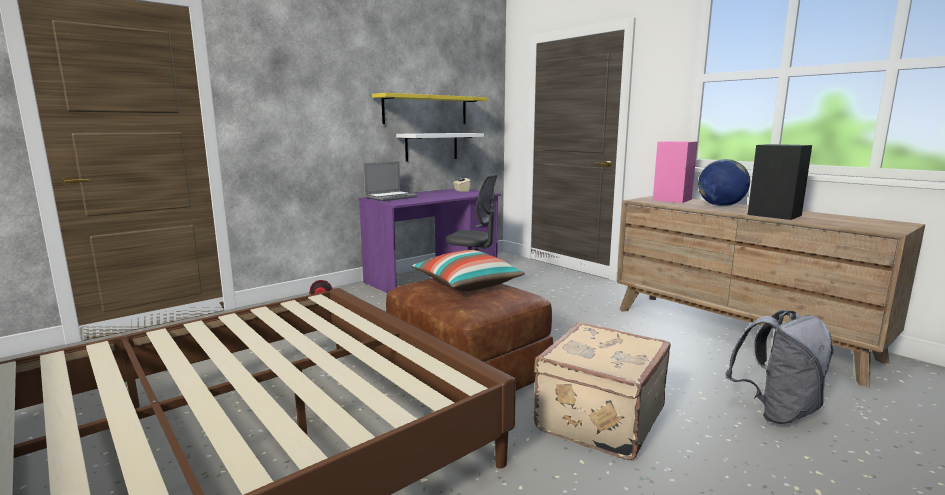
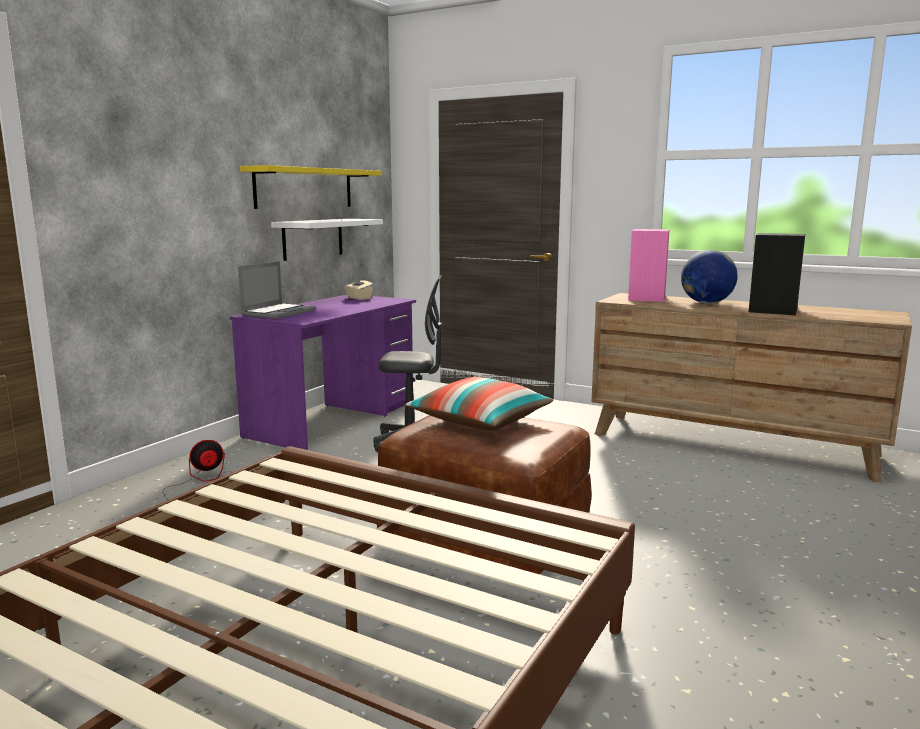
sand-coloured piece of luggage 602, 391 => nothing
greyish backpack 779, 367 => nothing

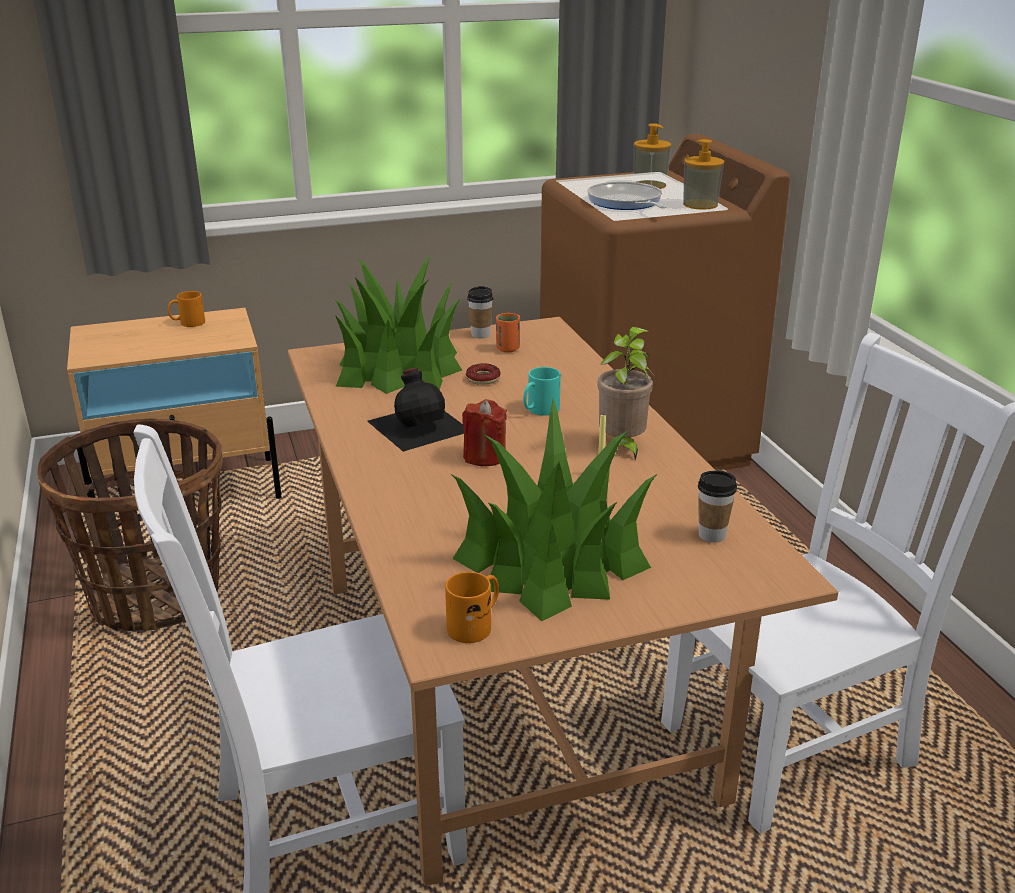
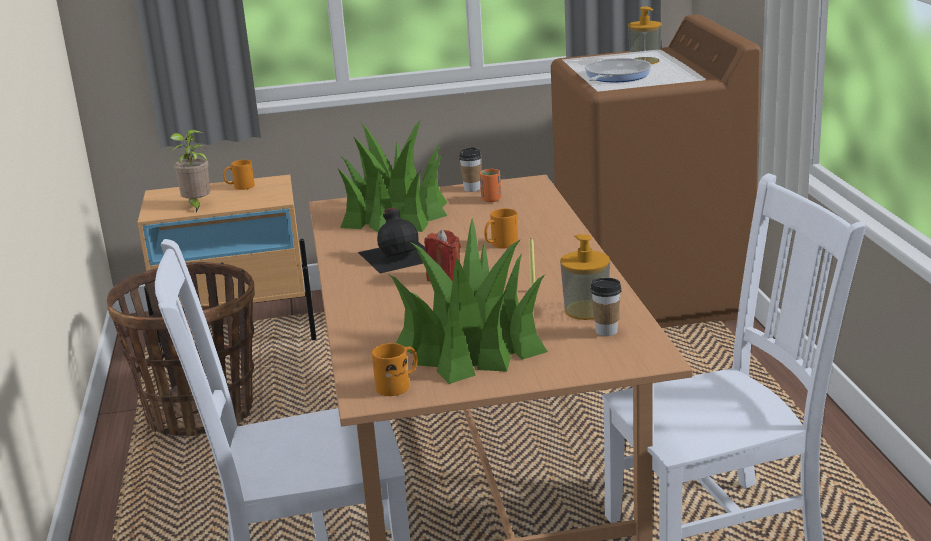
ring doughnut 483, 374 => nothing
potted plant 625, 393 => potted plant 189, 171, relocated
soap dispenser 703, 174 => soap dispenser 585, 277, relocated
turquoise-coloured mug 542, 391 => orange mug 501, 228
skillet 626, 195 => skillet 618, 70, 45 degrees clockwise

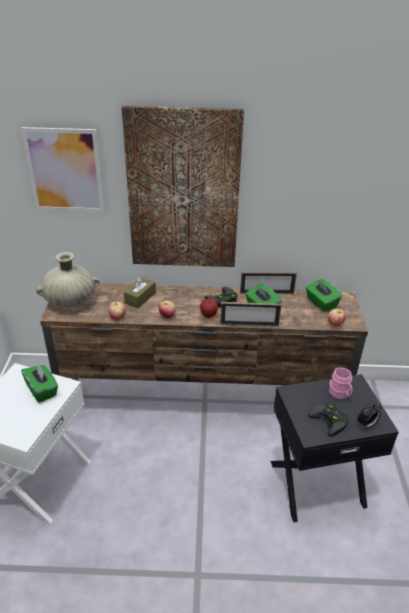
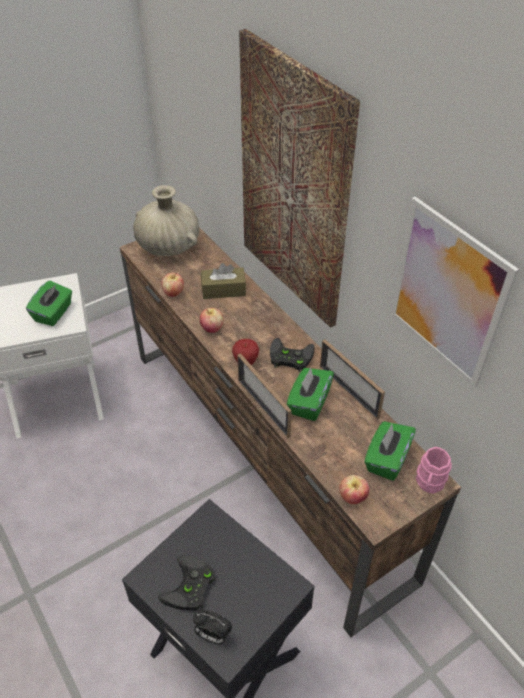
wall picture 63, 169 => wall picture 454, 292, relocated
pink mug 340, 383 => pink mug 434, 470, relocated

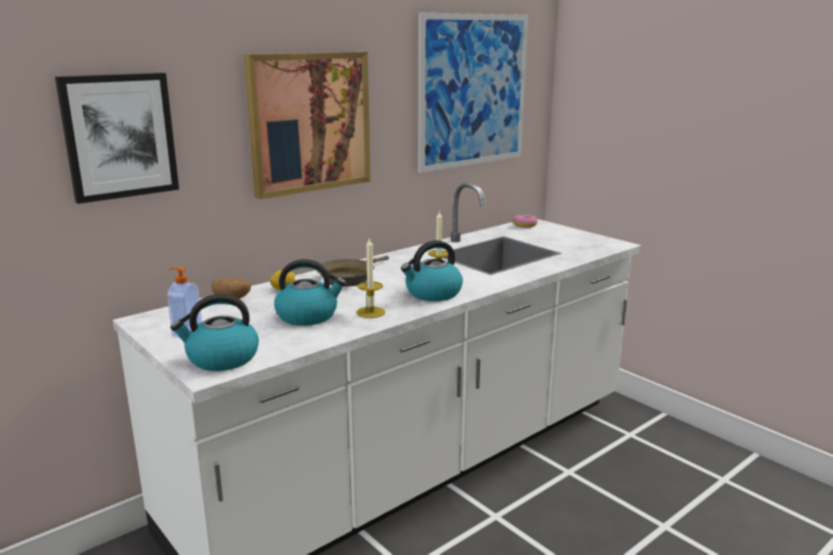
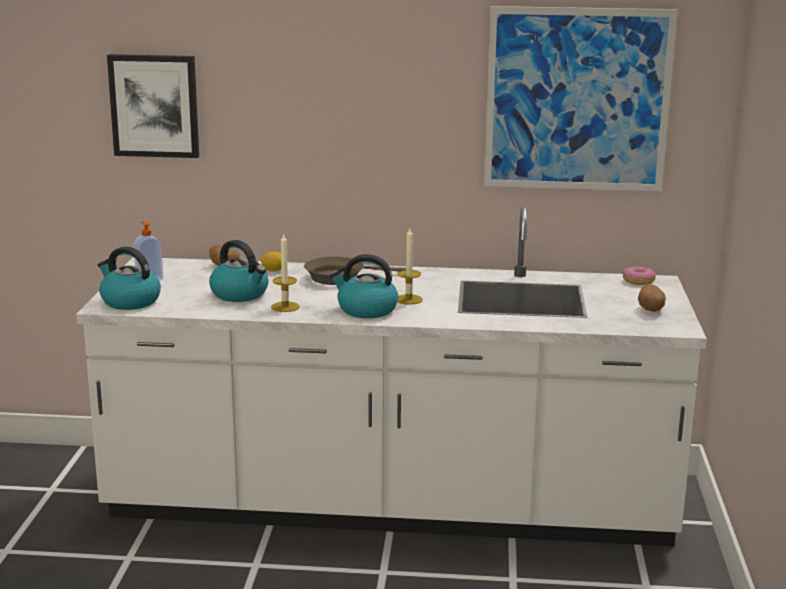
wall picture 307, 125 => nothing
nothing => whole potato 652, 298

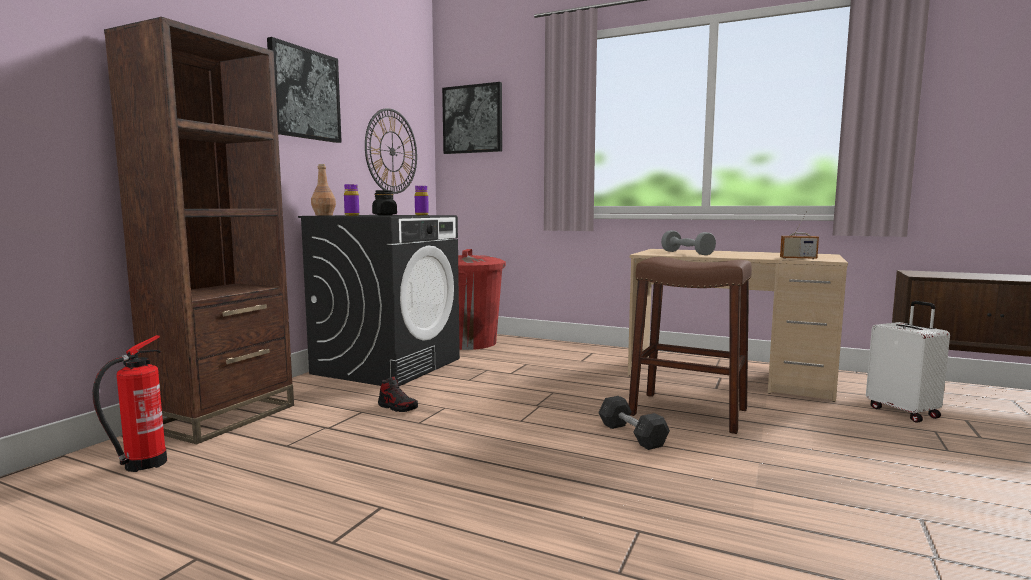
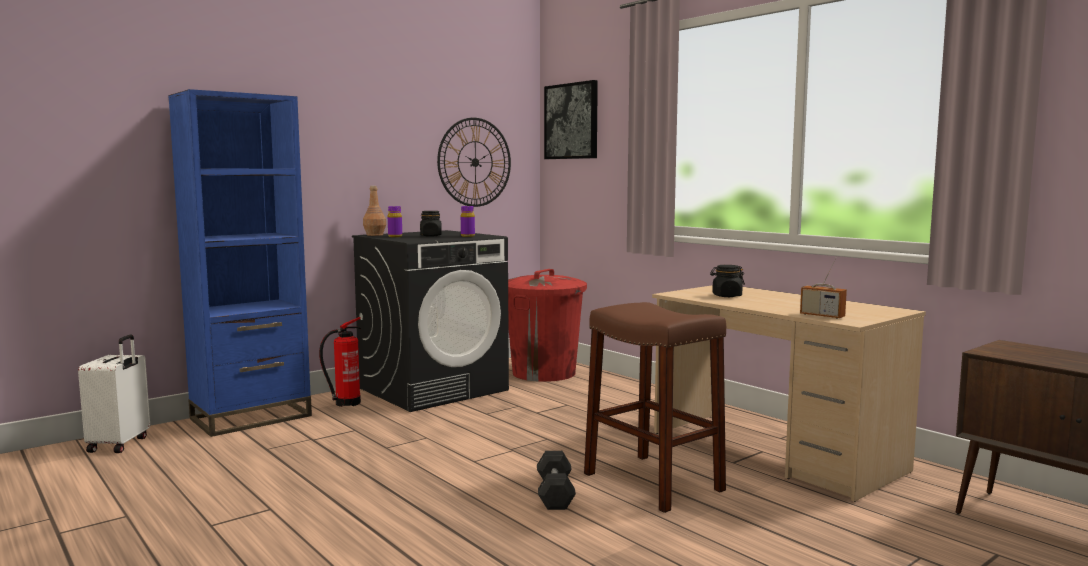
wall picture 304, 90 => nothing
item of footwear 398, 394 => nothing
extinguisher 129, 403 => extinguisher 340, 362, relocated
white piece of luggage 908, 362 => white piece of luggage 114, 393, relocated
greyish hand weight 688, 242 => black jar 727, 281
brown bookshelf 199, 230 => bluish bookshelf 240, 263

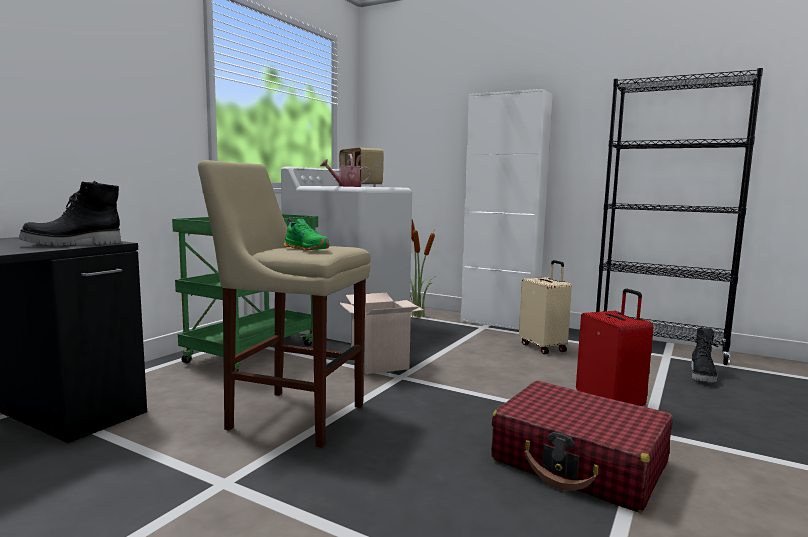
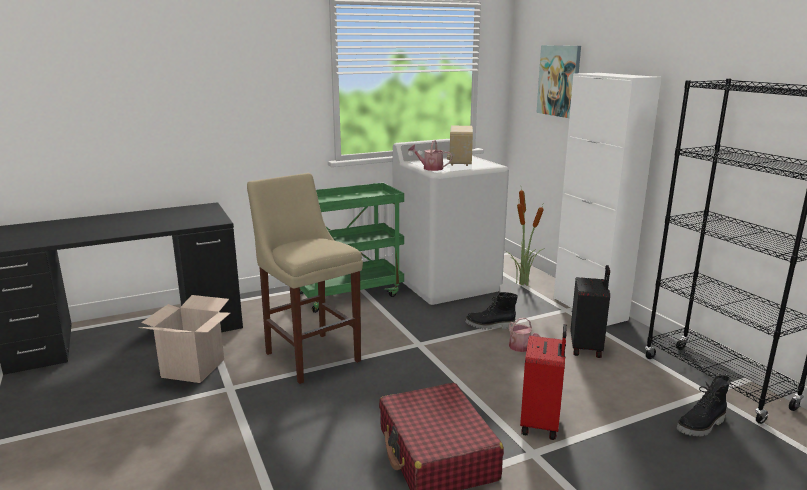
greenish item of footwear 307, 235 => nothing
nothing => watering pot 525, 334
nothing => wall picture 558, 81
black tall boot 70, 213 => black tall boot 491, 311, relocated
packing box 381, 333 => packing box 184, 339, relocated
sand-coloured piece of luggage 545, 307 => black piece of luggage 590, 311

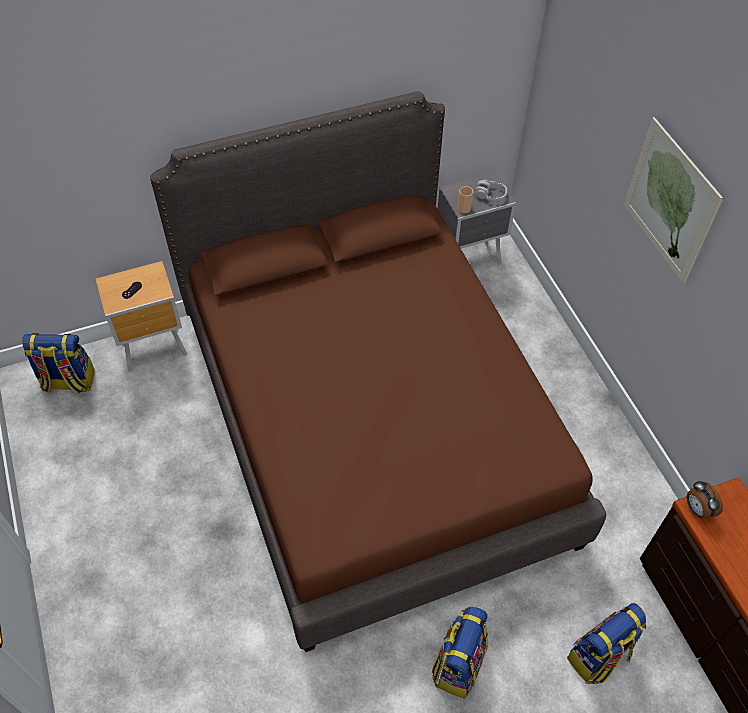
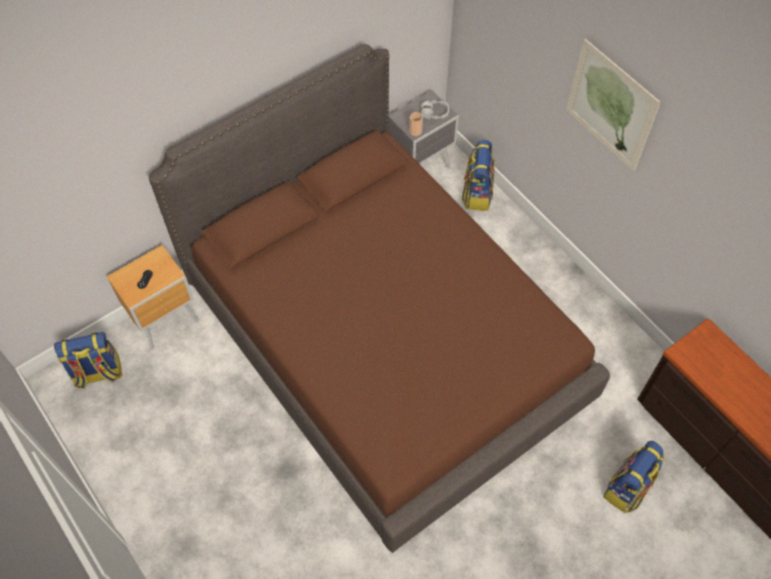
bedside clock 705, 500 => nothing
backpack 460, 653 => backpack 478, 175, relocated

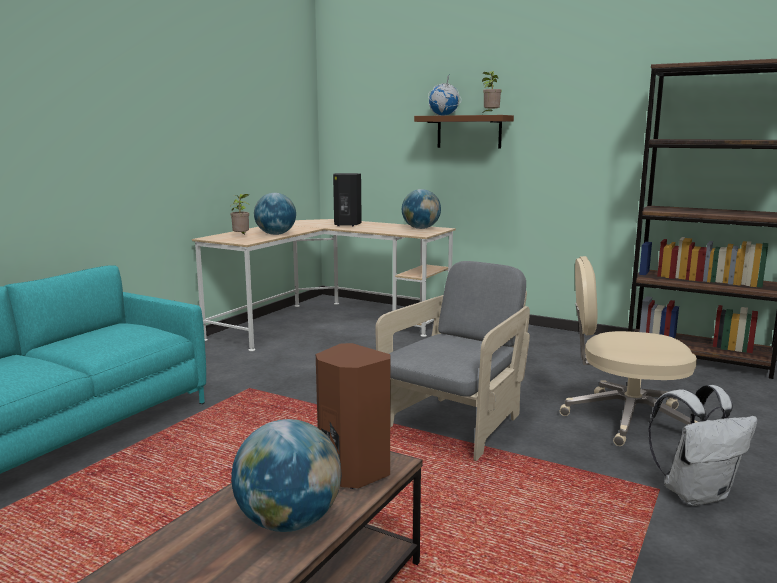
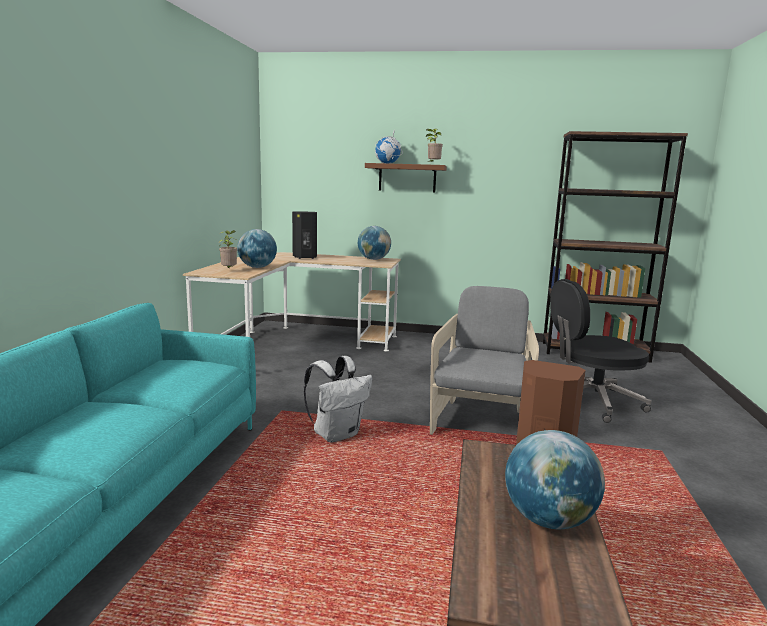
white backpack 703, 445 => white backpack 338, 399, relocated
sand-coloured desk chair 629, 351 => black desk chair 600, 351

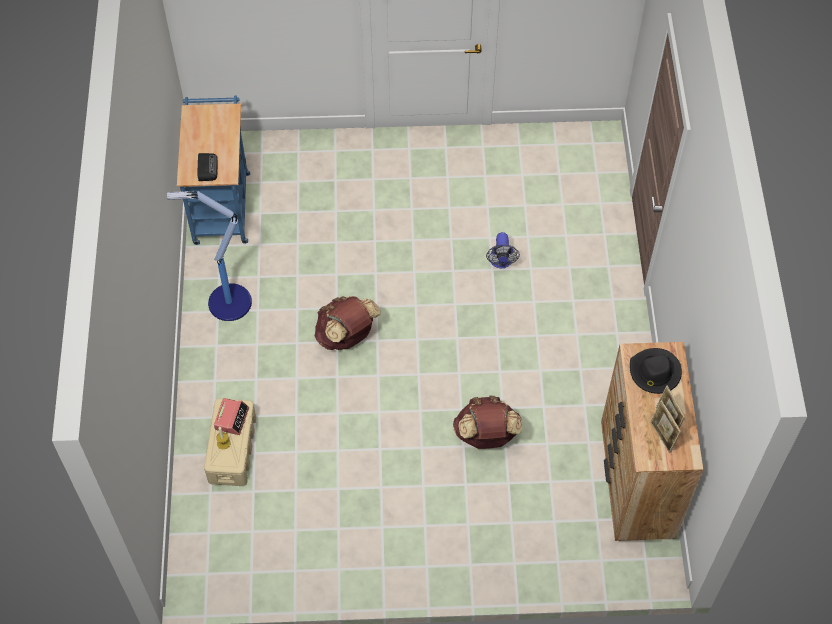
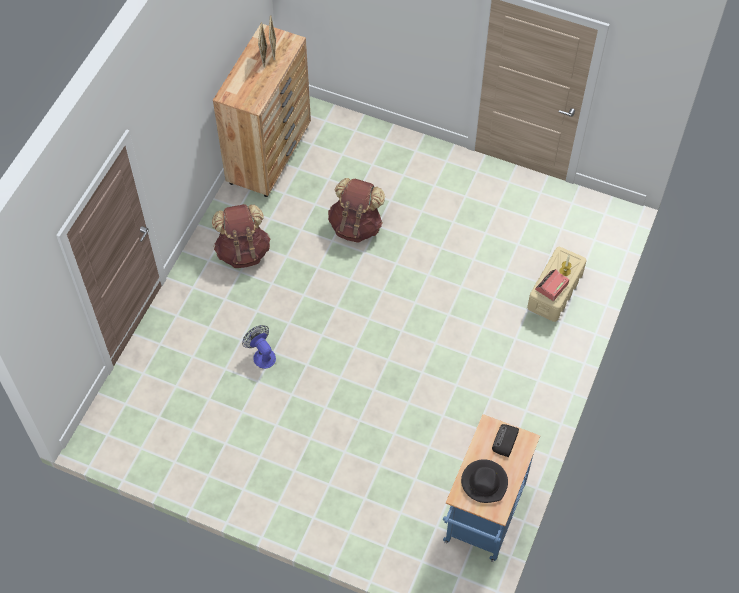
floor lamp 209, 256 => nothing
brown backpack 347, 323 => brown backpack 241, 236, relocated
black hat 656, 371 => black hat 484, 481, relocated
electric fan 503, 250 => electric fan 259, 347, 60 degrees counterclockwise

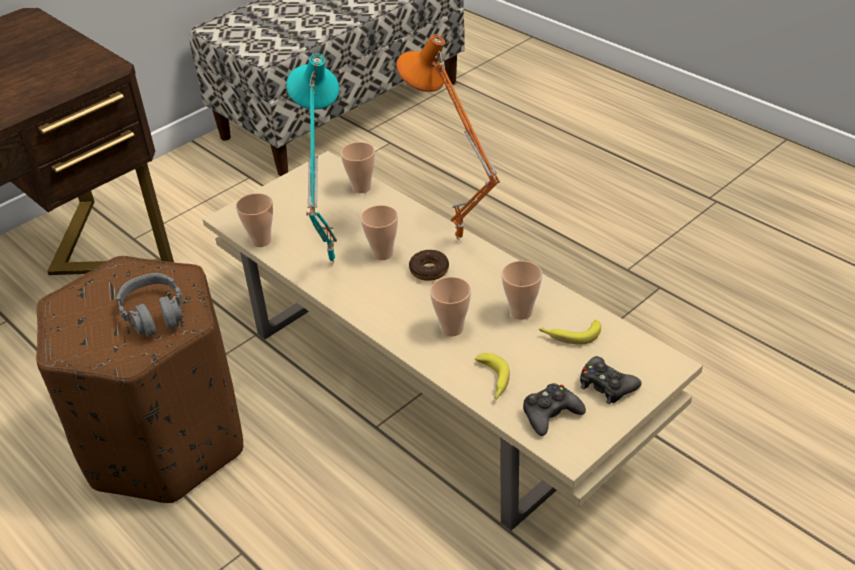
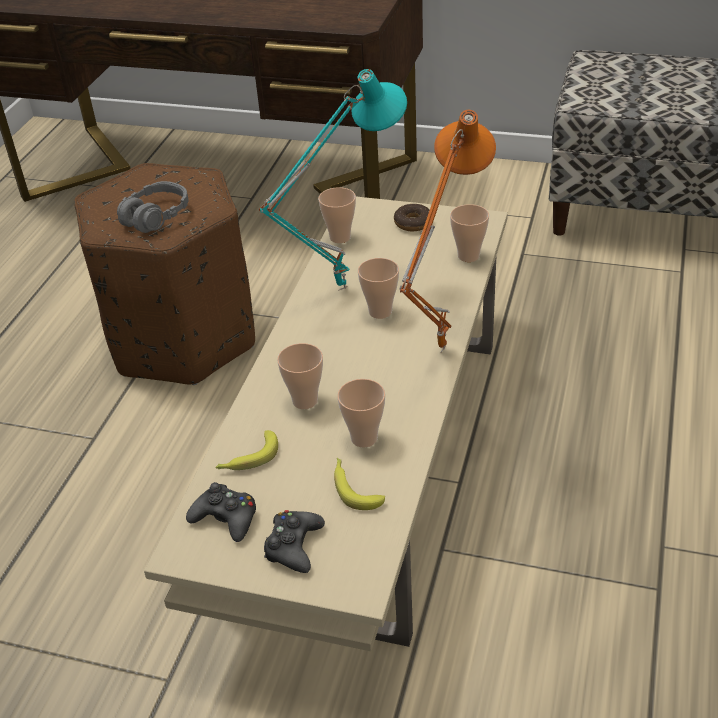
ring doughnut 429, 265 => ring doughnut 412, 217, relocated

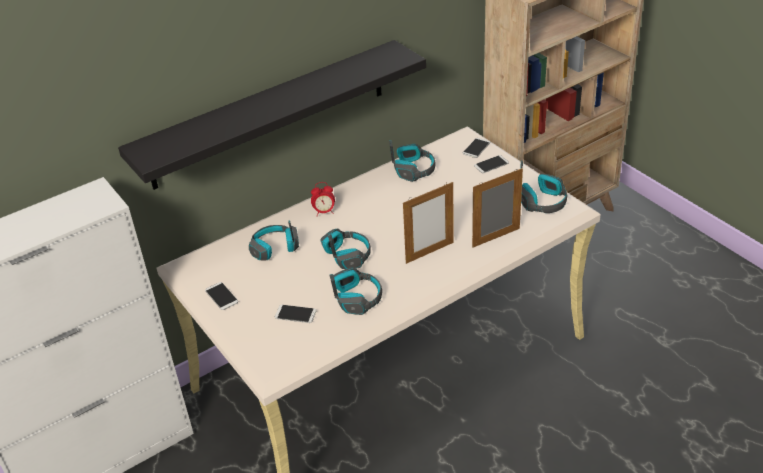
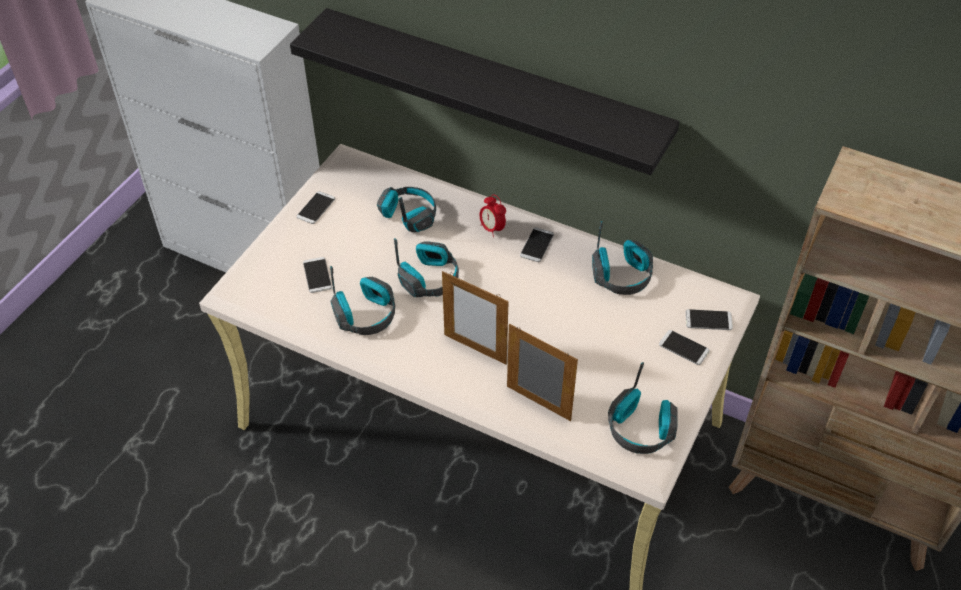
nothing => telephone 537, 244

